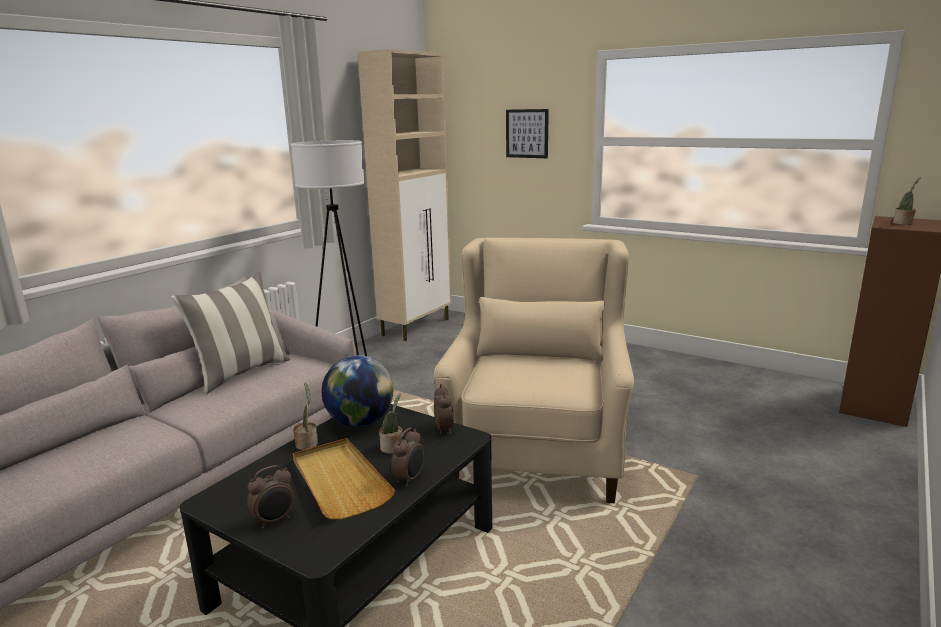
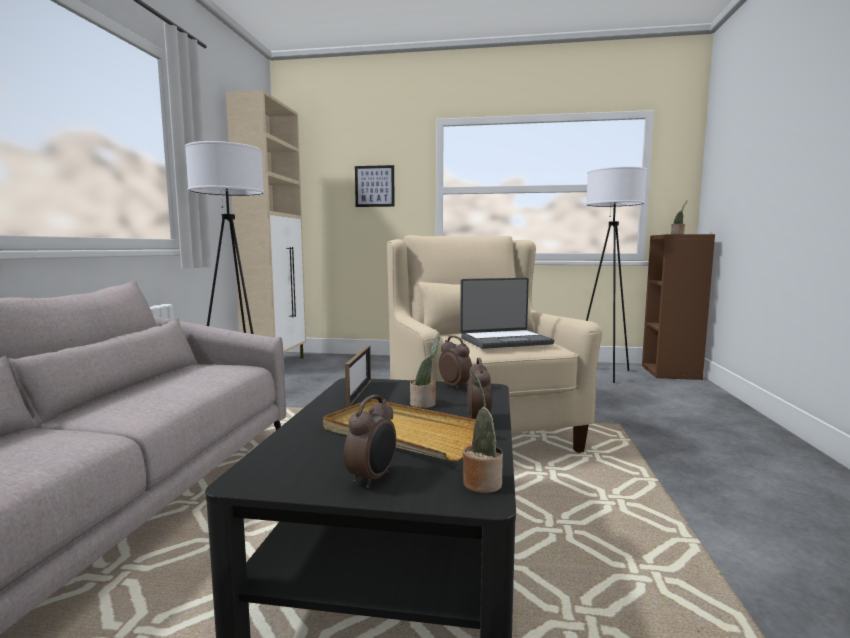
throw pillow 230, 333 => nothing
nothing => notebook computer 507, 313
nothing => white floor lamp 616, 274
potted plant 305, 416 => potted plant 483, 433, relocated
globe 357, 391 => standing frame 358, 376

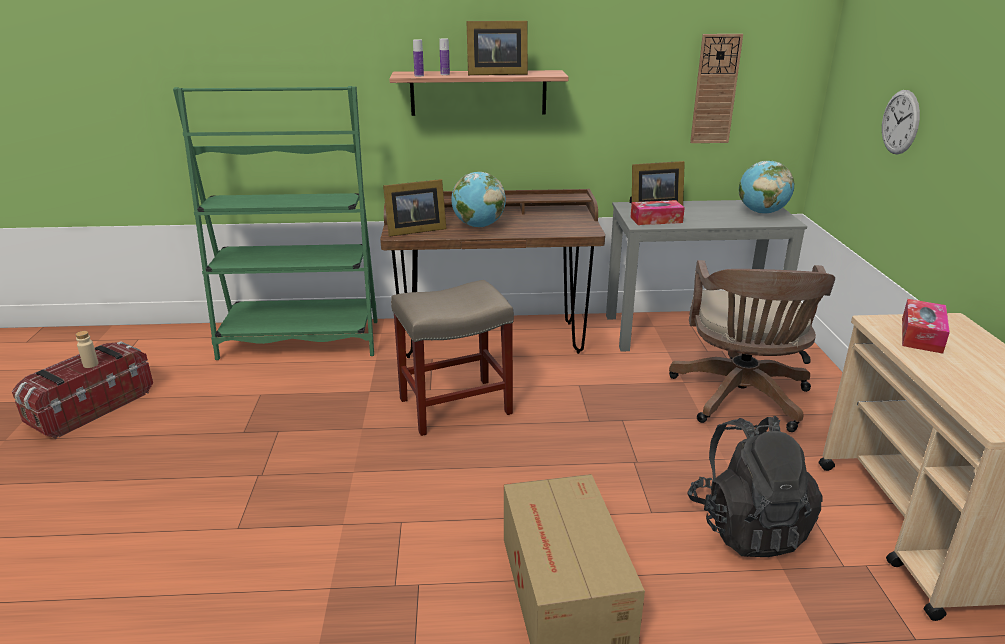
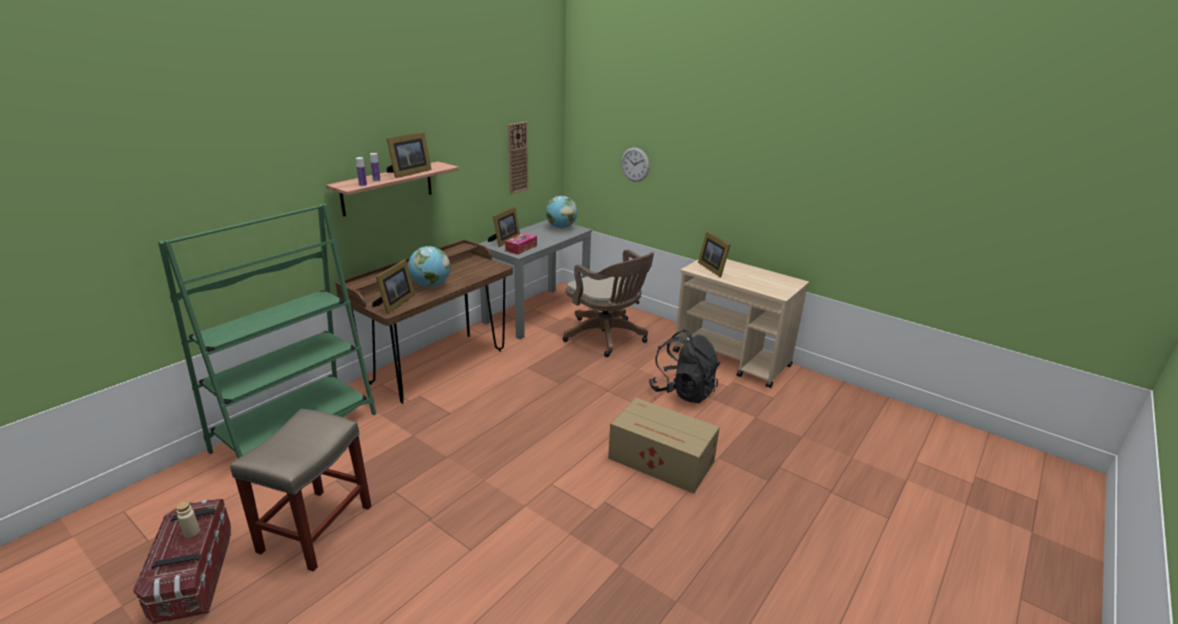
sand-coloured sitting stool 452, 358 => sand-coloured sitting stool 300, 490, relocated
box of tissues 926, 326 => standing frame 714, 254

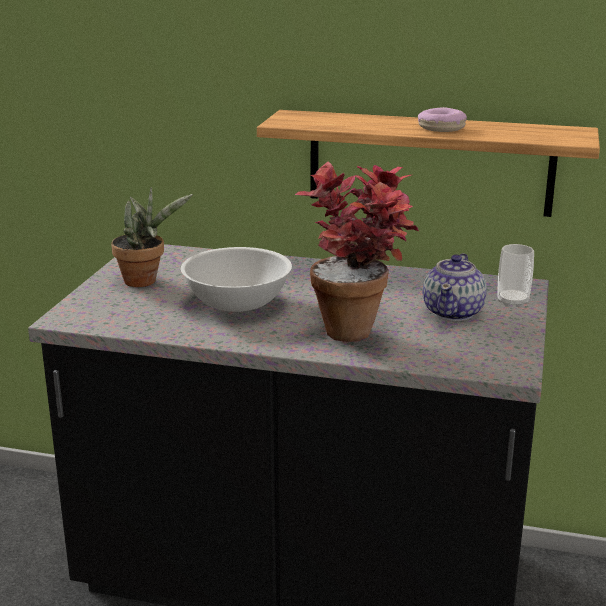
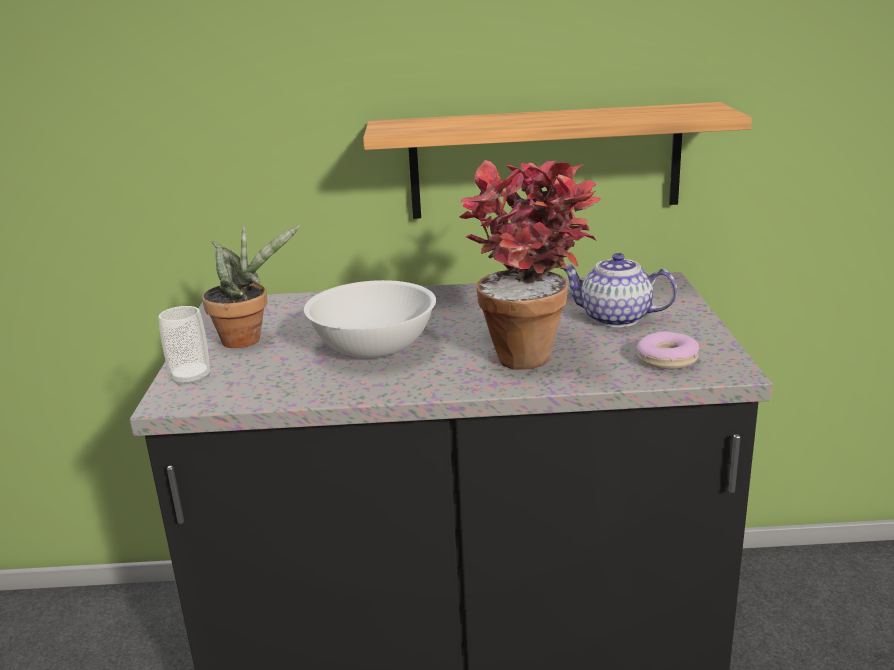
ring doughnut 442, 119 => ring doughnut 667, 350, relocated
cup 515, 276 => cup 184, 346, relocated
pot for tea 455, 287 => pot for tea 619, 290, 105 degrees clockwise

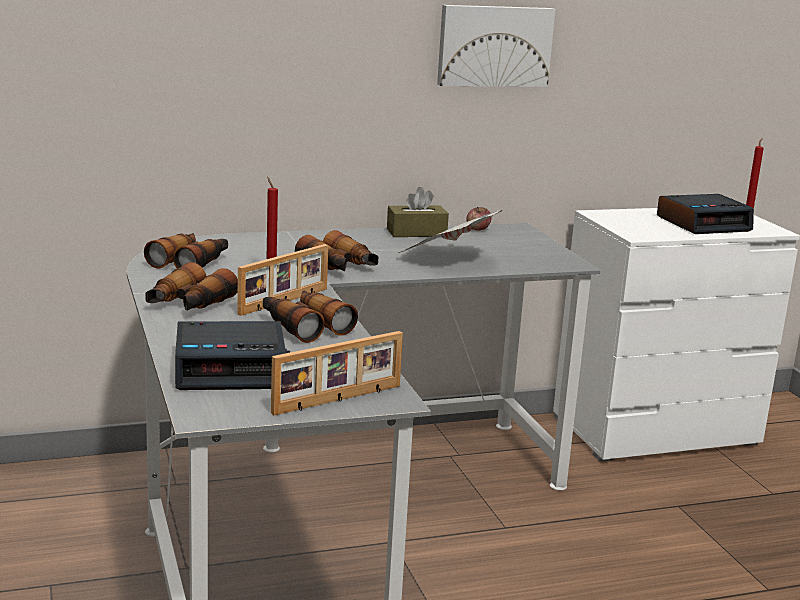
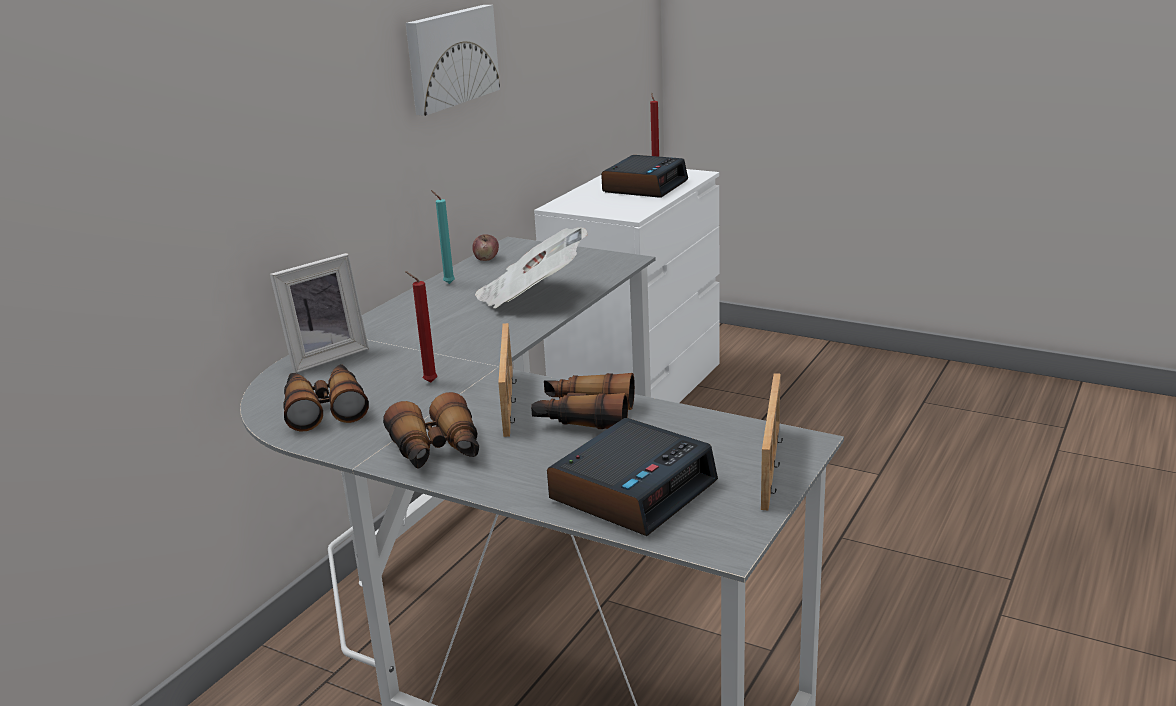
pair of binoculars 336, 250 => nothing
nothing => standing frame 319, 313
brown box of tissues 418, 212 => turquoise-coloured wax candle 443, 237

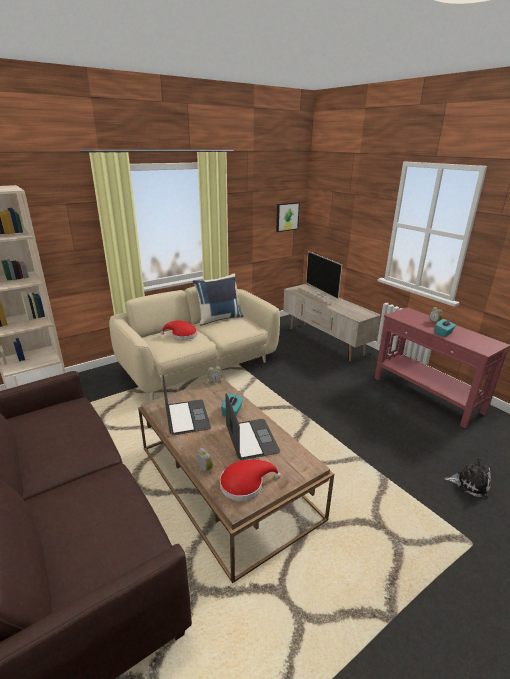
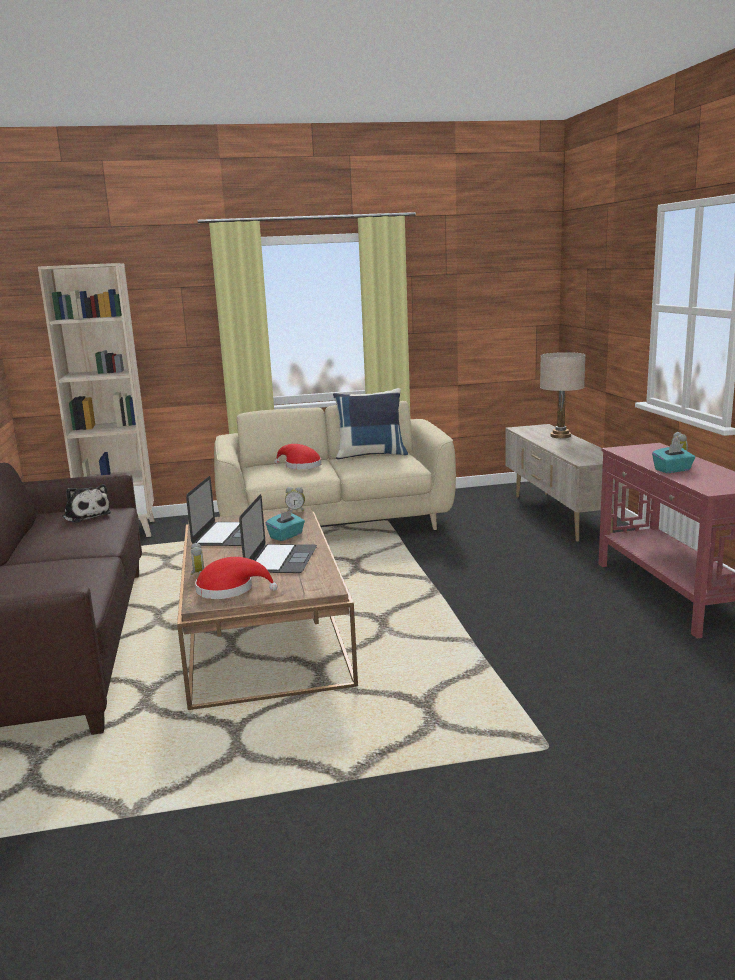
wall picture 288, 217 => nothing
cuddly toy 467, 478 => cuddly toy 86, 503, relocated
television 324, 275 => sand-coloured table lamp 562, 395

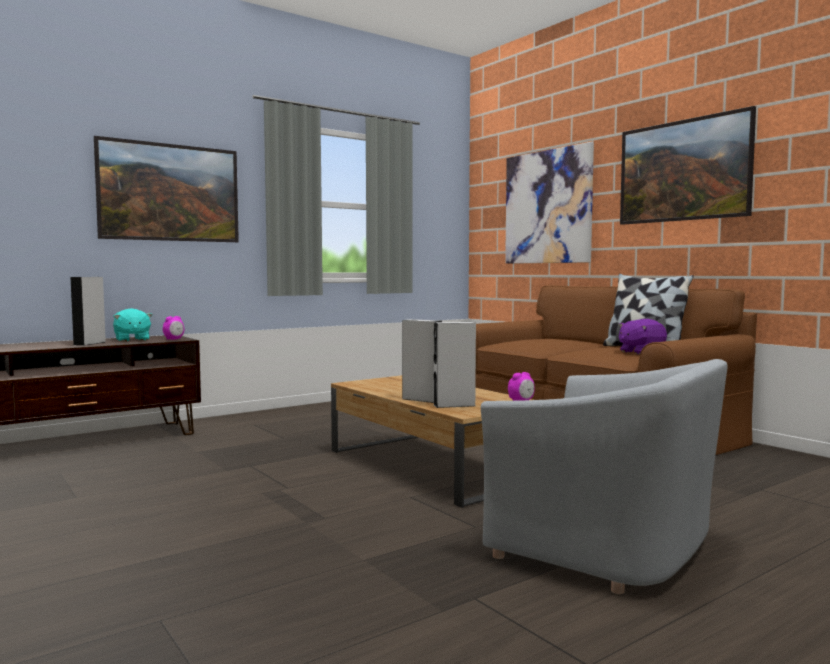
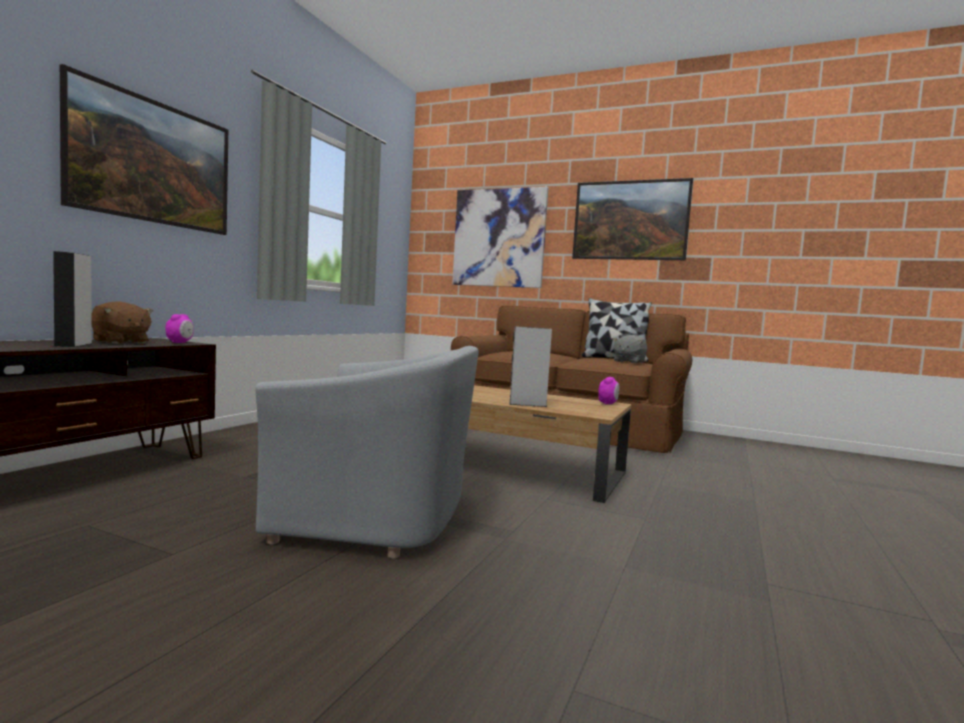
greyish speaker 455, 365 => nothing
greyish armchair 604, 476 => greyish armchair 367, 452, relocated
turquoise-coloured cuddly toy 133, 325 => brown cuddly toy 122, 322
purplish cuddly toy 643, 337 => greyish cuddly toy 630, 349

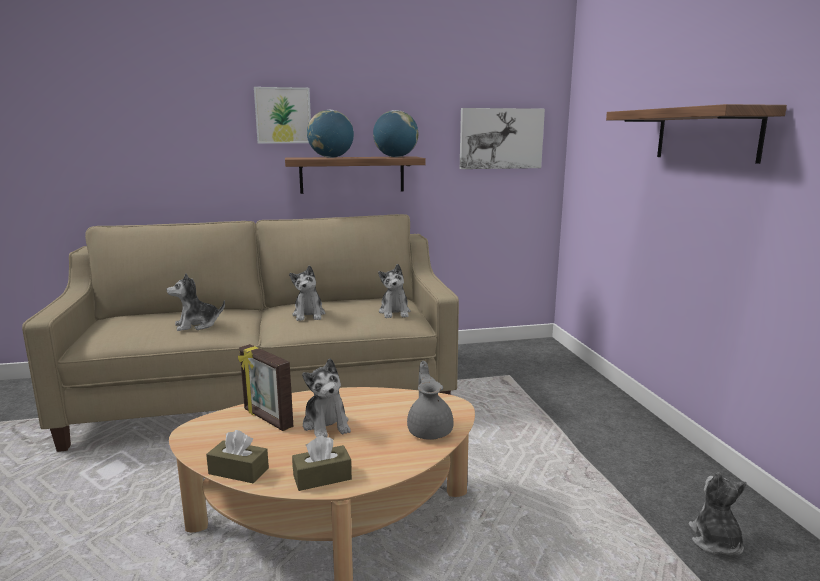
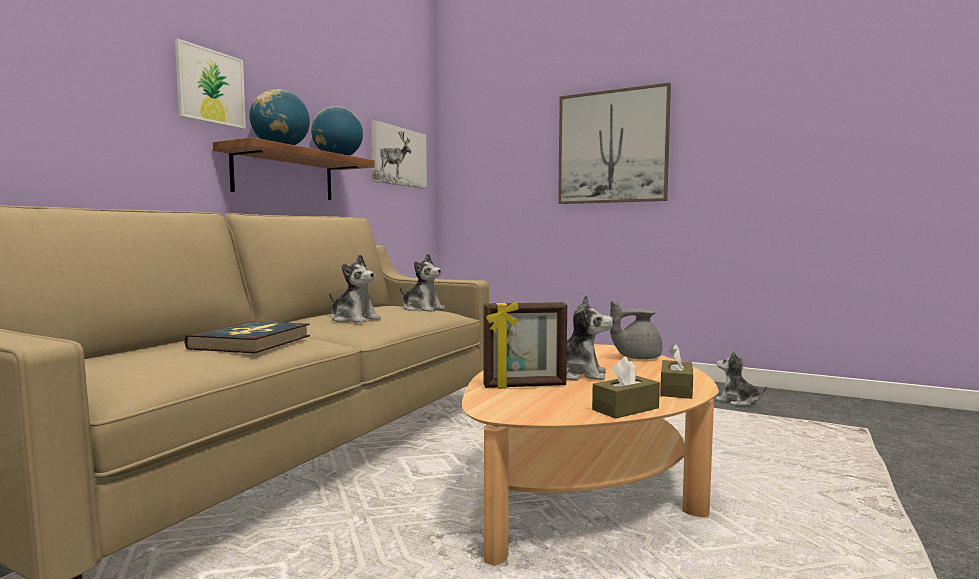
cuddly toy 195, 302 => book 247, 337
bracket shelf 696, 134 => wall picture 614, 143
greyish pot for tea 430, 400 => greyish pot for tea 636, 330, 45 degrees counterclockwise

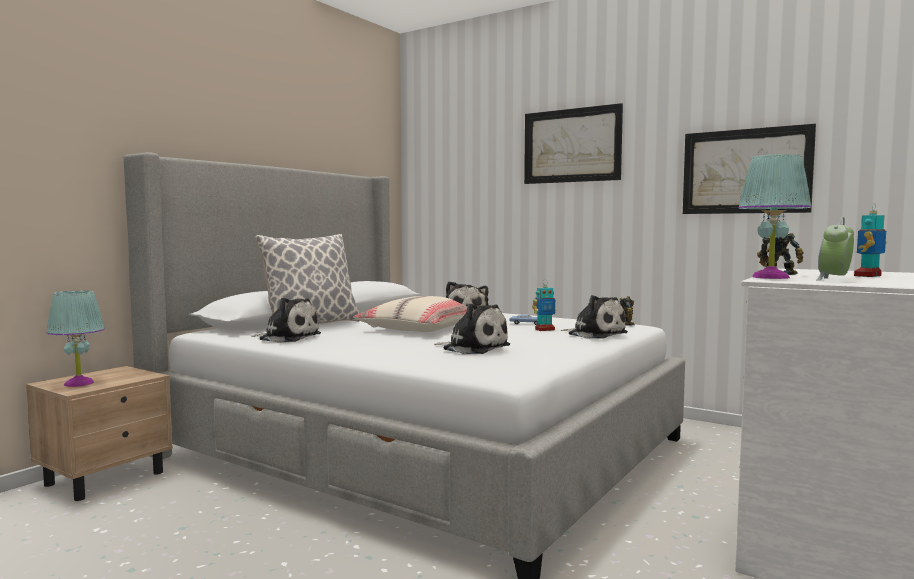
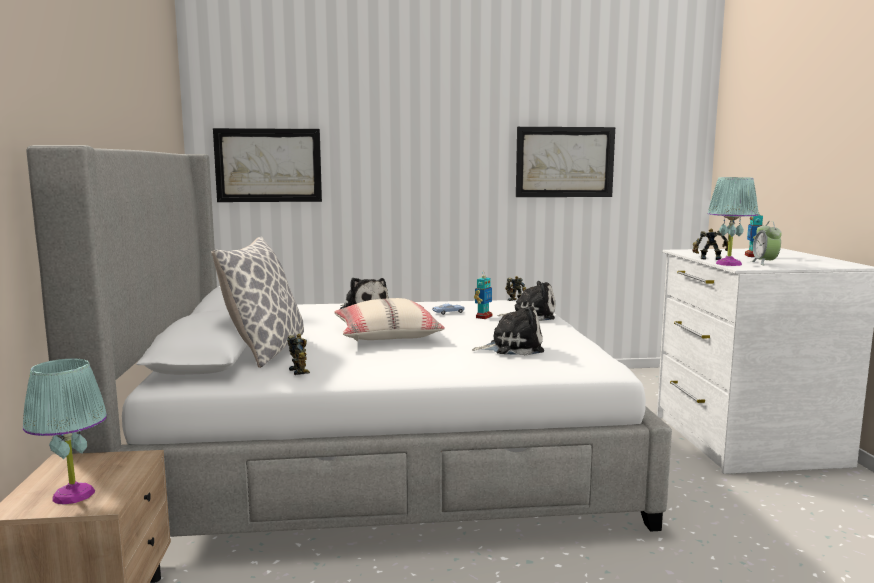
wall picture 573, 143 => wall picture 267, 165, relocated
cuddly toy 286, 320 => toy robot 298, 354

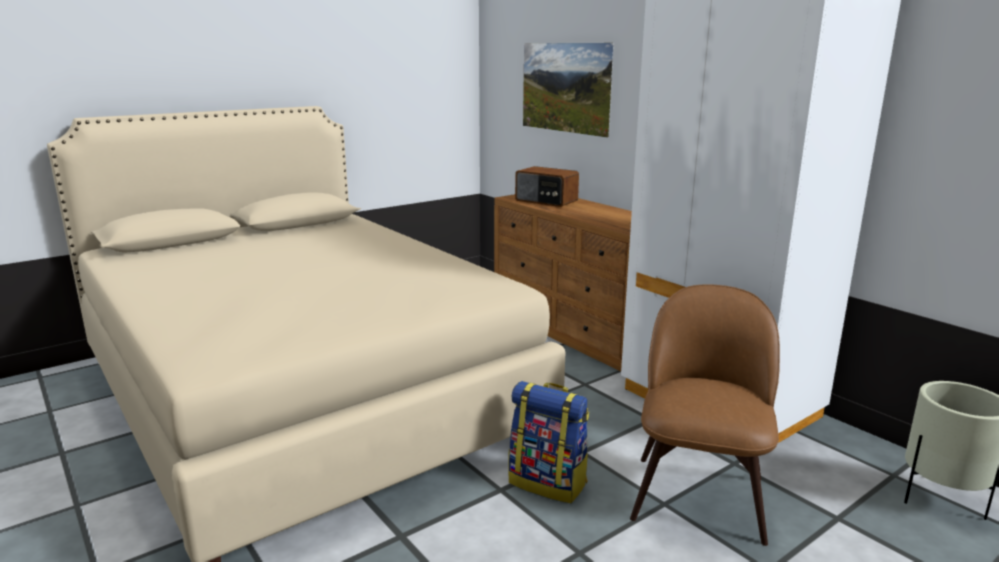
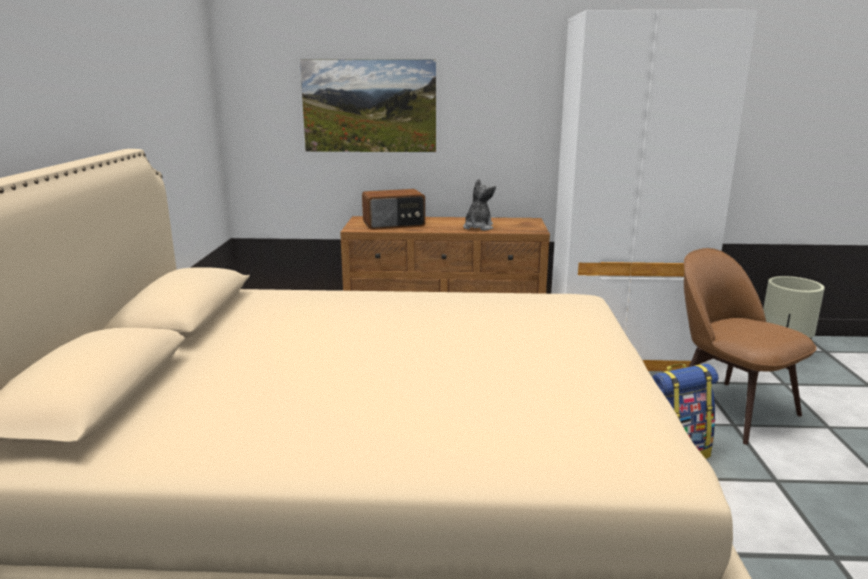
nothing => cuddly toy 479, 204

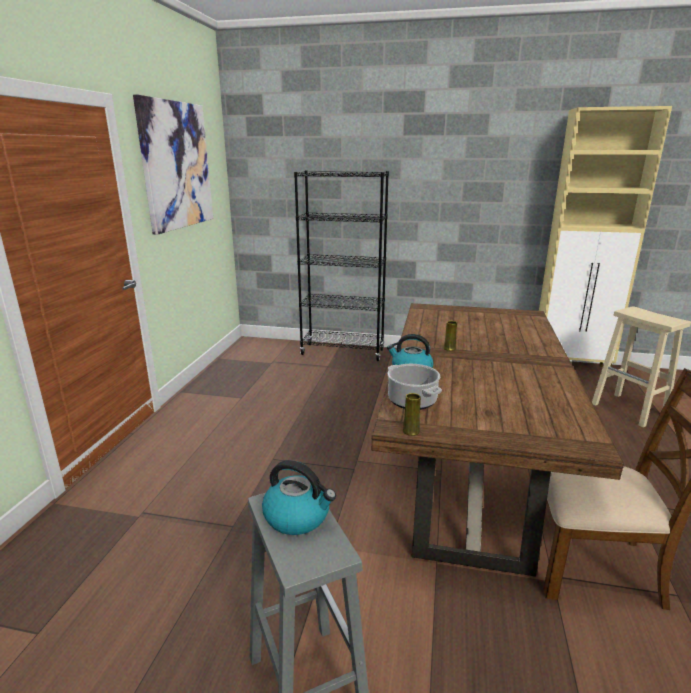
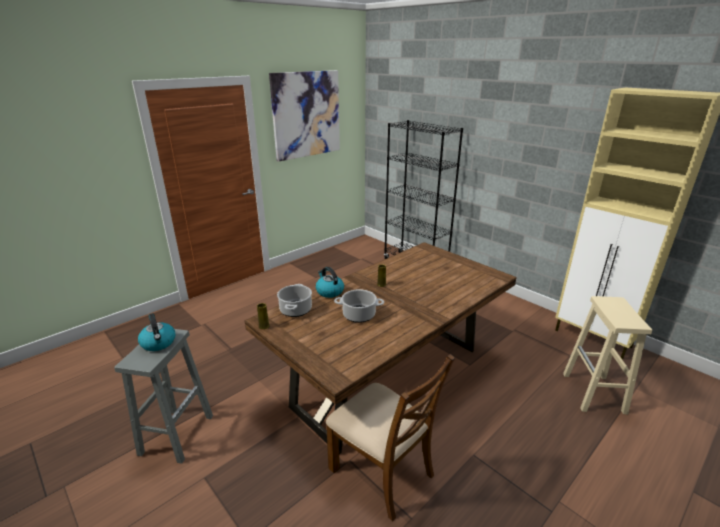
nothing => saucepot 359, 306

